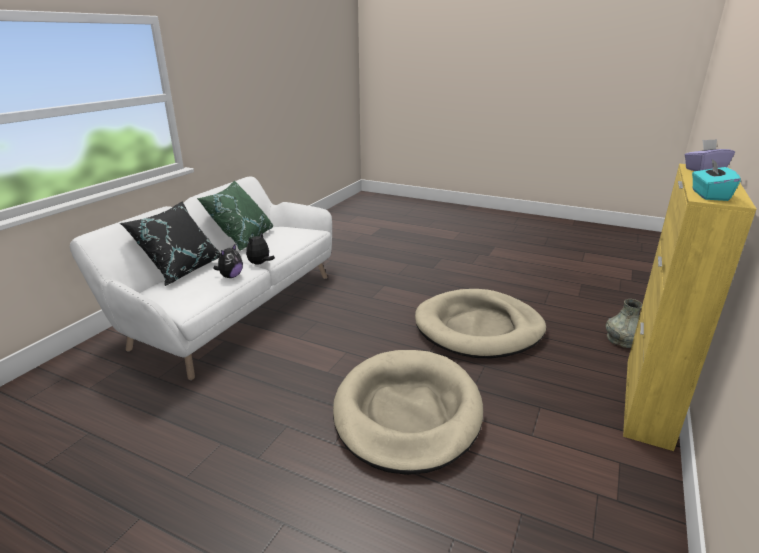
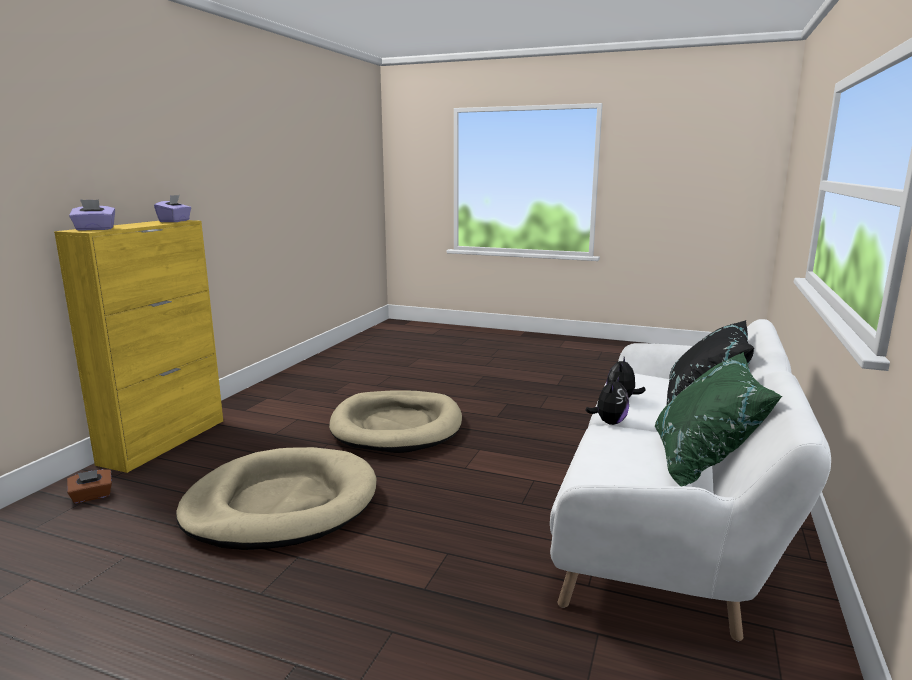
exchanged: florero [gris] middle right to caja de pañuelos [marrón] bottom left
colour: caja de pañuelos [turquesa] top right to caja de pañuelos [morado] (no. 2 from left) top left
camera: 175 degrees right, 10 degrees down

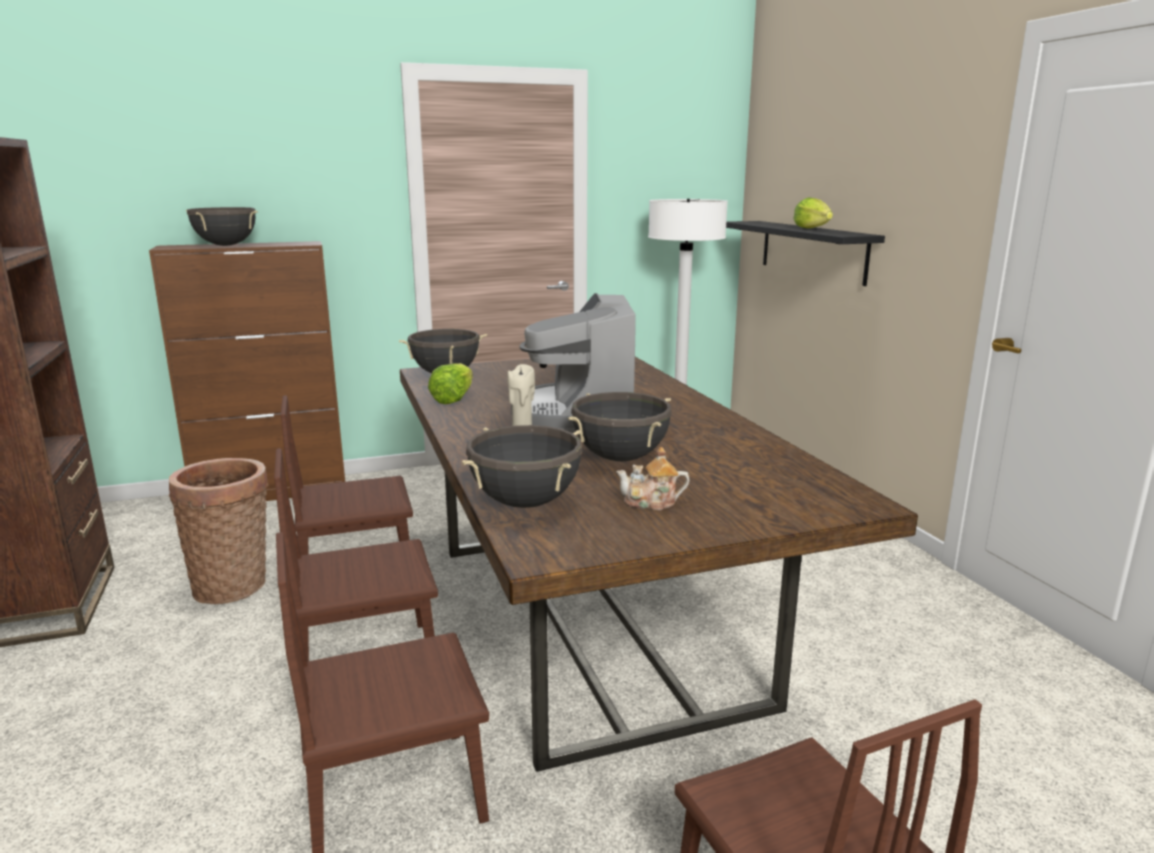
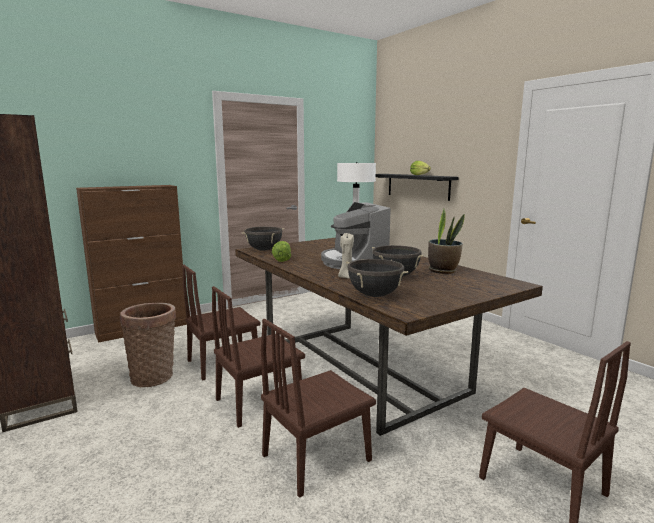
missing: olla [negro] (no. 1 from left) top left; tetera centre
appeared: planta en maceta middle right
camera: 15 degrees left, 5 degrees down

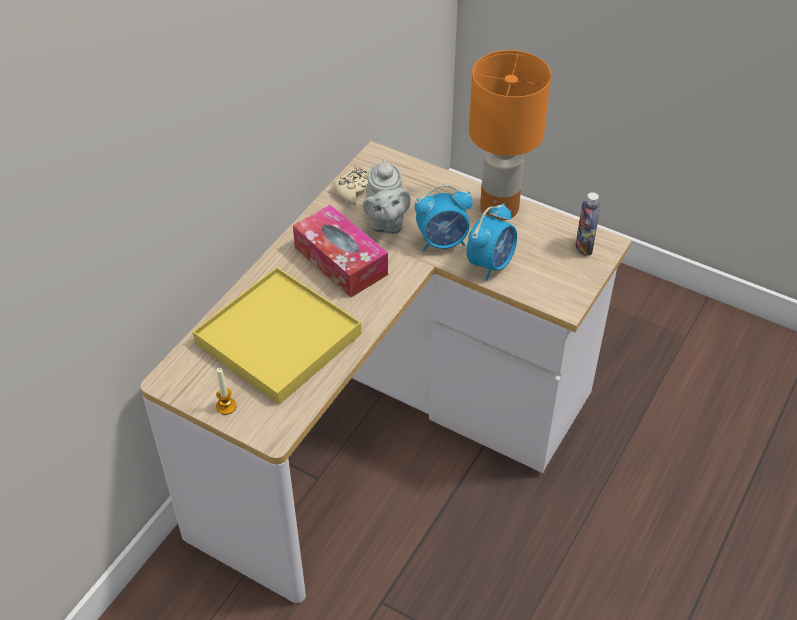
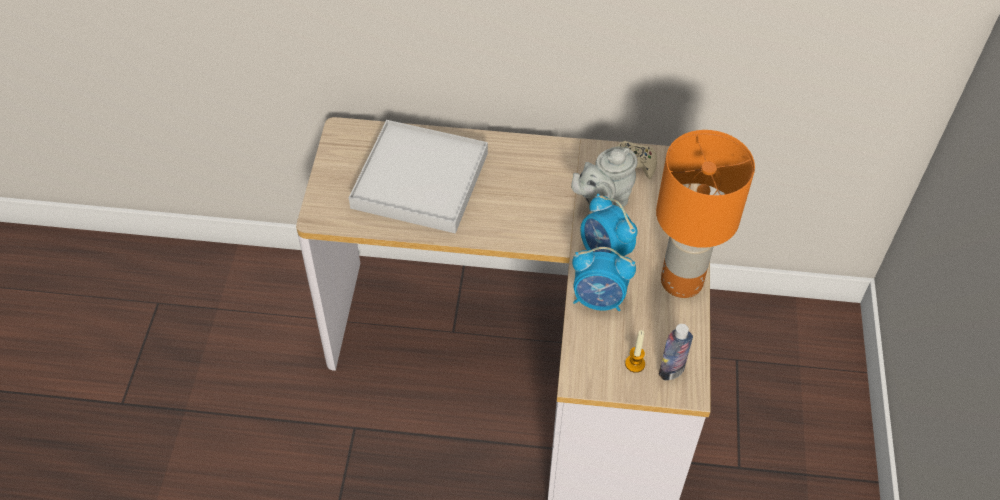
missing: caja de pañuelos centre
relocated: vela middle left to bottom centre
colour: bandeja [amarillo] centre to bandeja [blanco] centre
camera: 65 degrees right, 5 degrees up

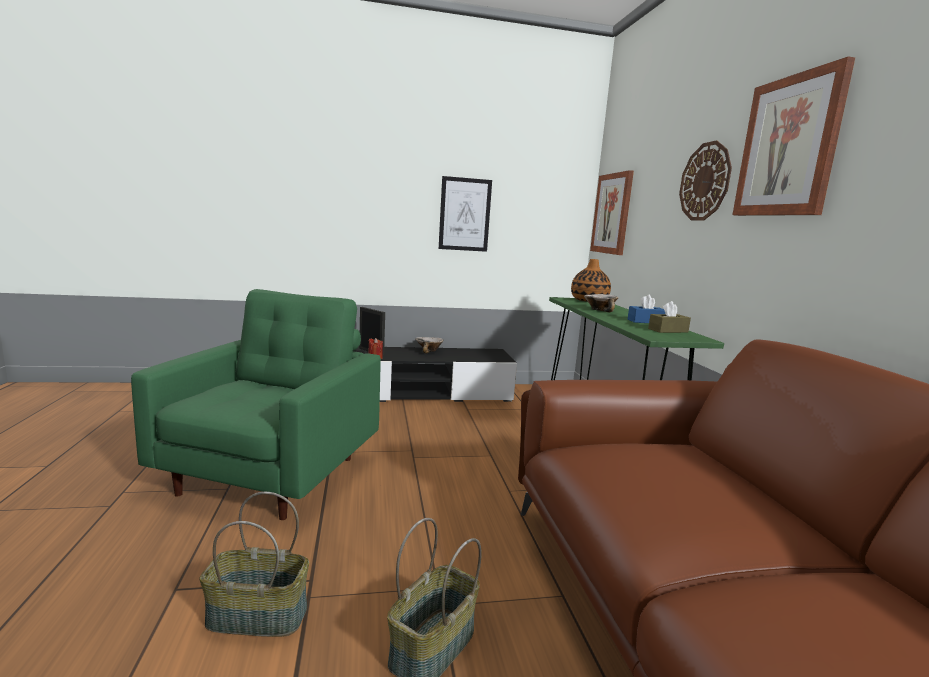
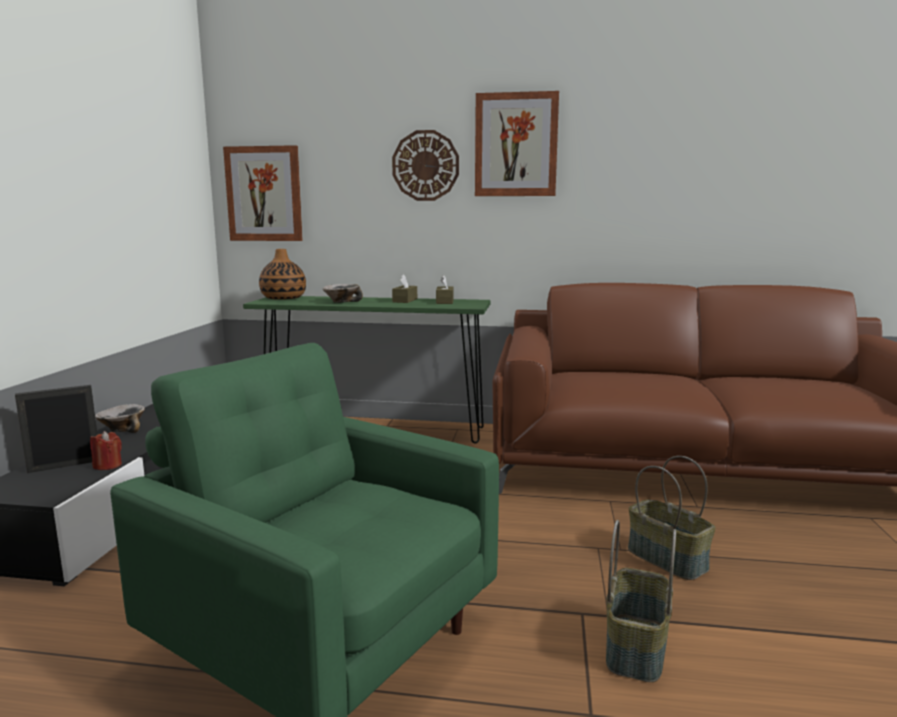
missing: cuadro (no. 1 from left) top centre
colour: caja de pañuelos [azul] middle right to caja de pañuelos [marrón] (no. 1 from left) centre
camera: 70 degrees left, 0 degrees up

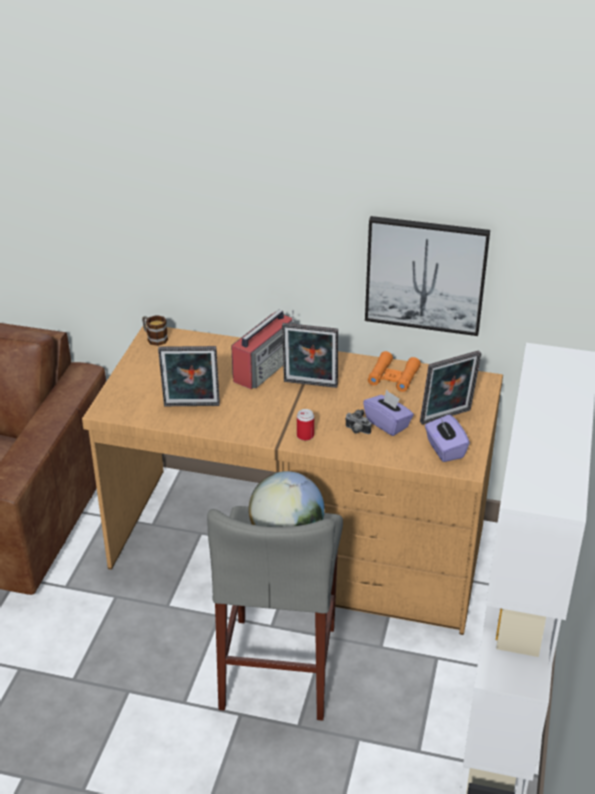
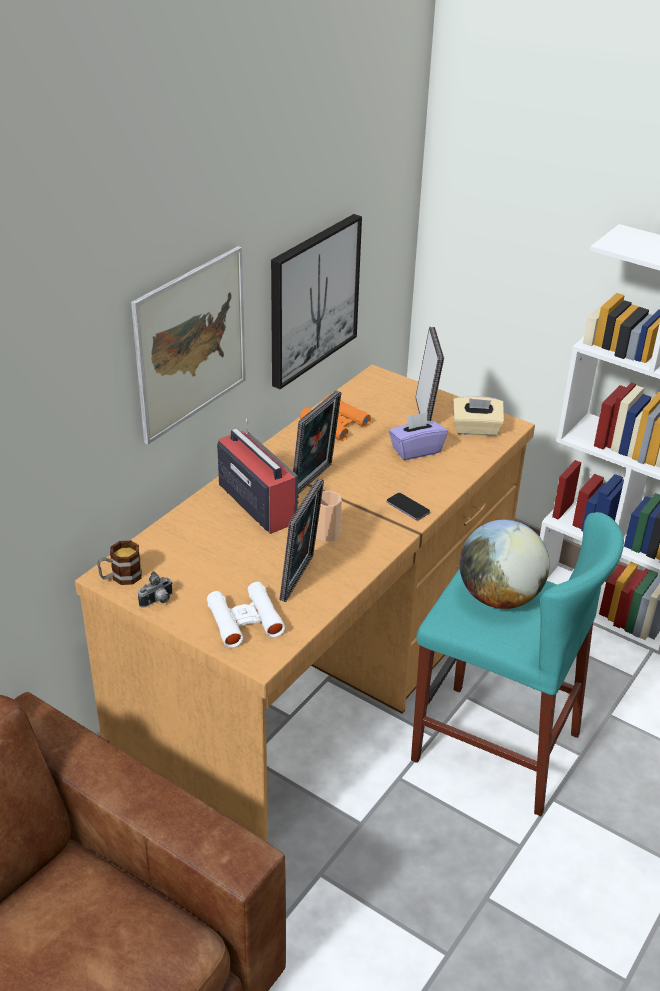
appeared: cuadro (no. 1 from left) middle left; prismáticos [blanco] centre; taza centre
relocated: cámara centre to middle left
exchanged: lata centre to móvil centre
colour: taburete [gris] bottom centre to taburete [turquesa] bottom right; caja de pañuelos [morado] (no. 2 from left) middle right to caja de pañuelos [beis] middle right
camera: 70 degrees left, 0 degrees up

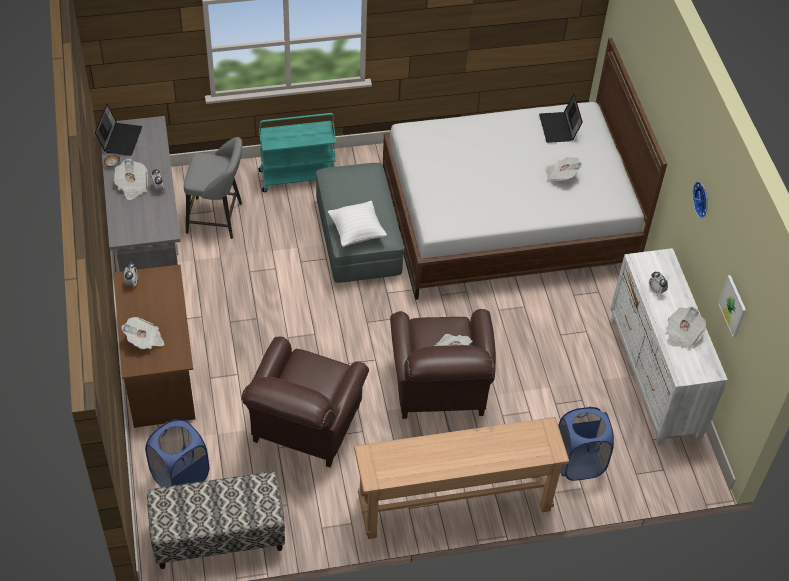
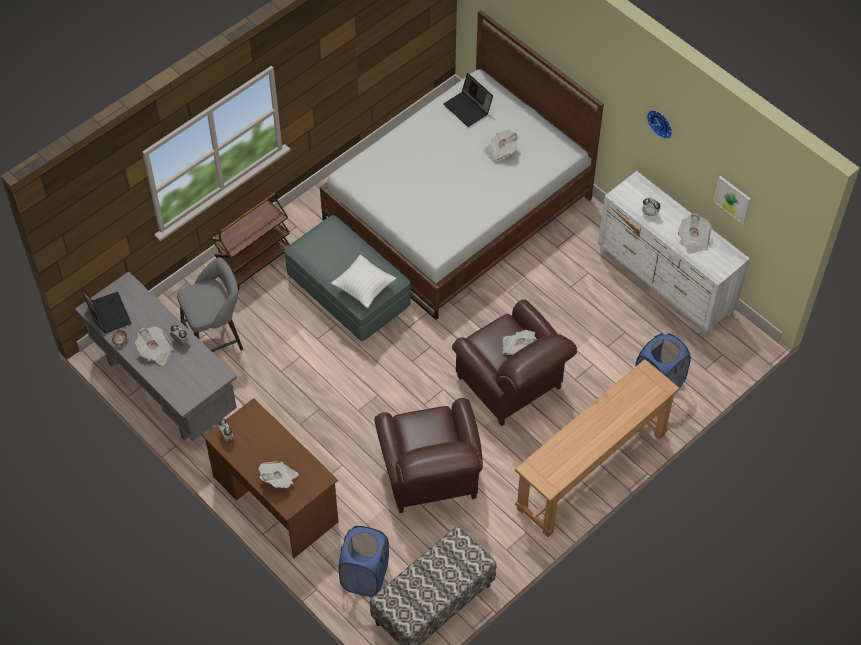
colour: carrito [turquesa] top centre to carrito [marrón] middle left
camera: 30 degrees left, 5 degrees up

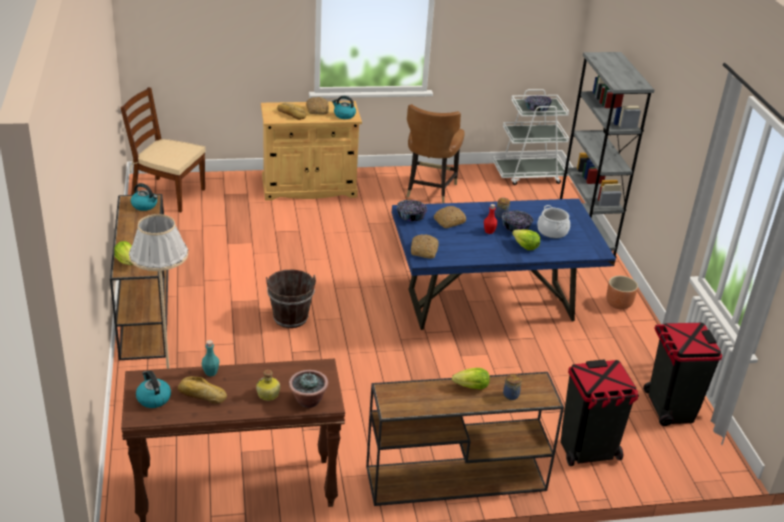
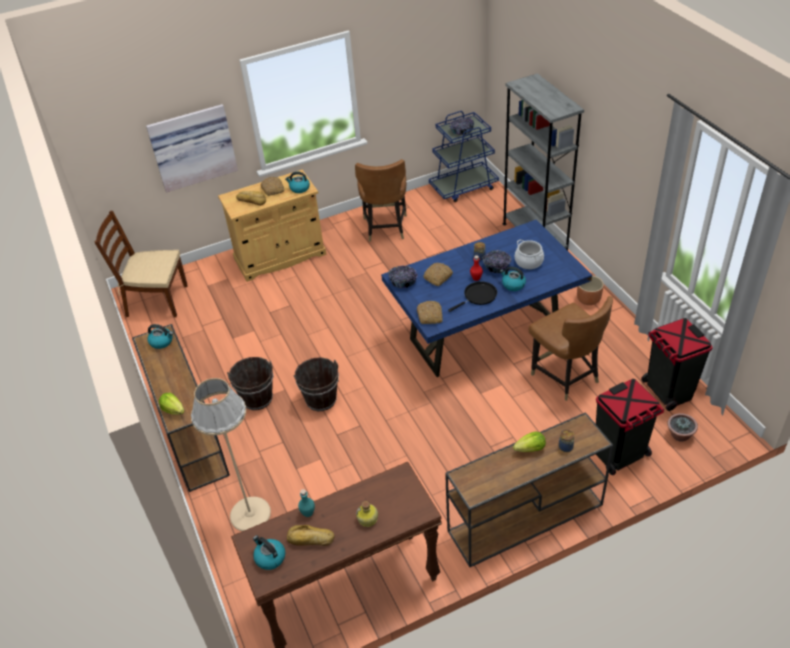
appeared: cuadro top left; cubo [marrón] (no. 1 from left) middle left; sartén [negro] centre; silla [marrón] (no. 3 from left) middle right
relocated: planta en maceta bottom centre to middle right
exchanged: lechuga (no. 3 from left) middle right to hervidor (no. 4 from left) centre
colour: carrito [blanco] top right to carrito [azul] top centre
camera: 10 degrees left, 10 degrees up

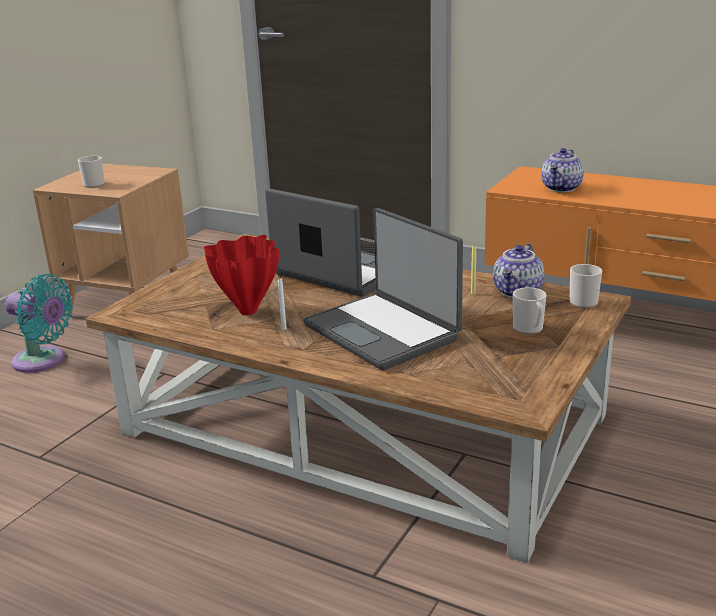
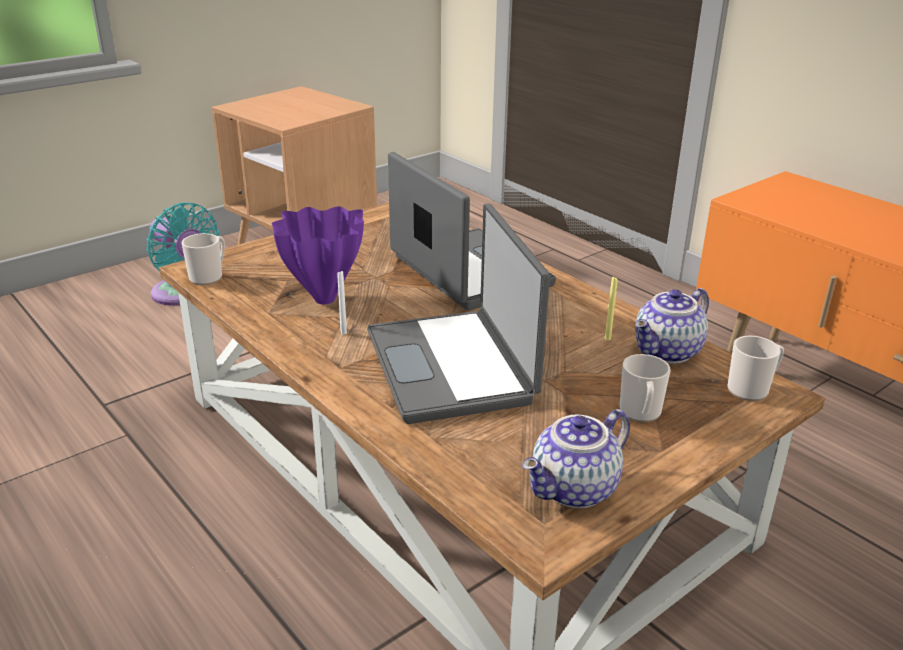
relocated: taza grande (no. 1 from left) top left to middle left; tetera (no. 2 from left in the first image) top right to tetera (no. 1 from left) bottom centre
colour: florero [rojo] centre to florero [morado] centre
camera: 20 degrees right, 5 degrees up

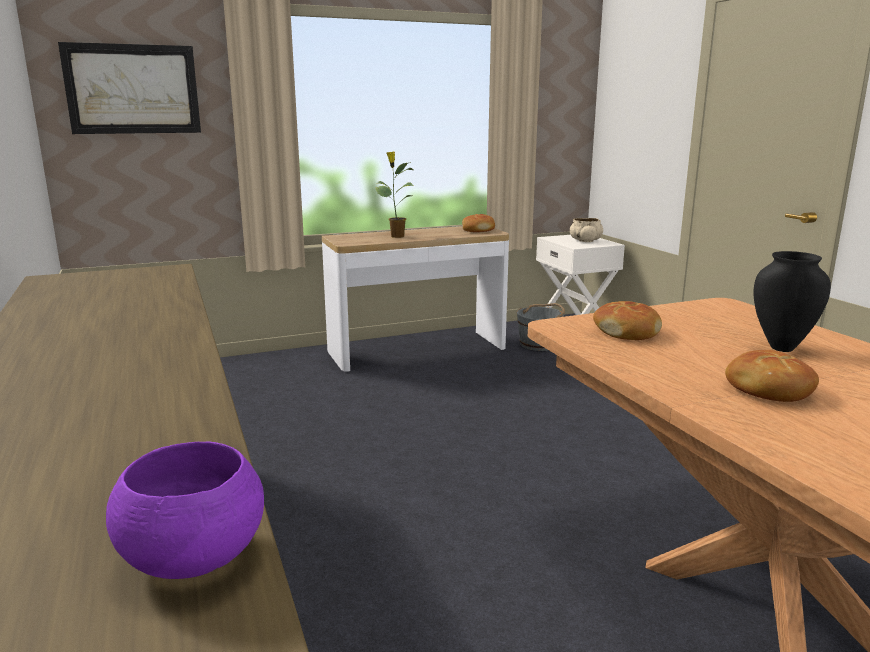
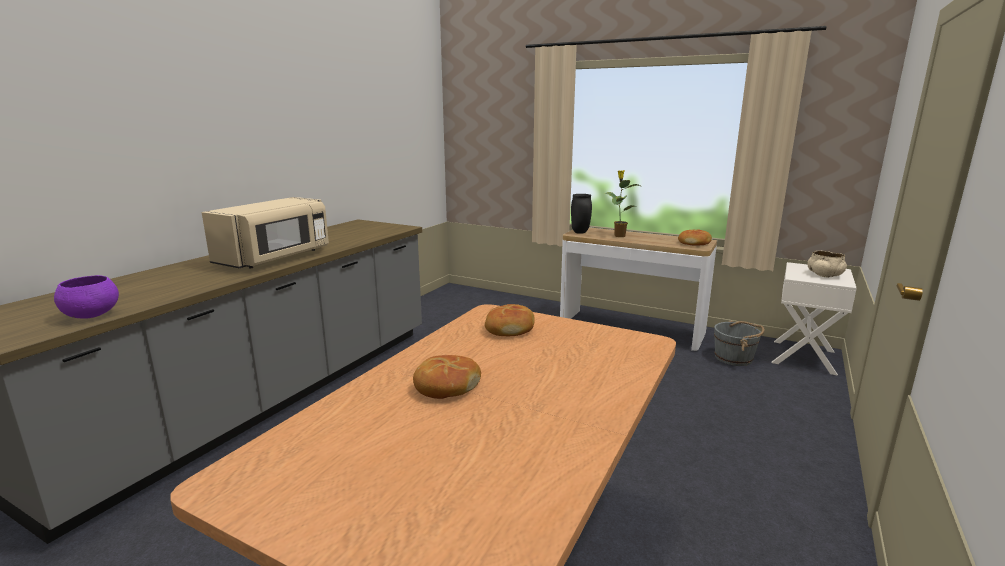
missing: cuadro top left
appeared: microondas [beis] middle left
relocated: florero [negro] middle right to centre
camera: 50 degrees right, 0 degrees up

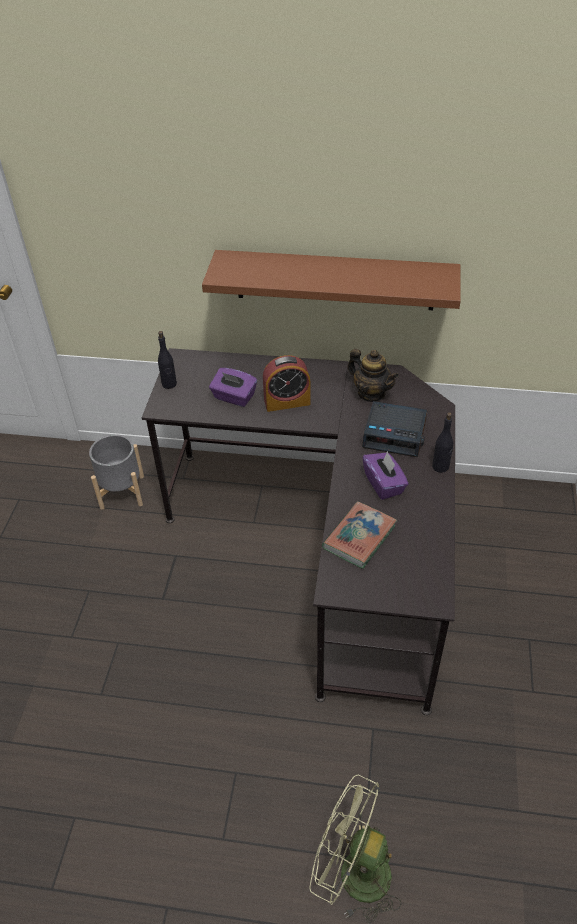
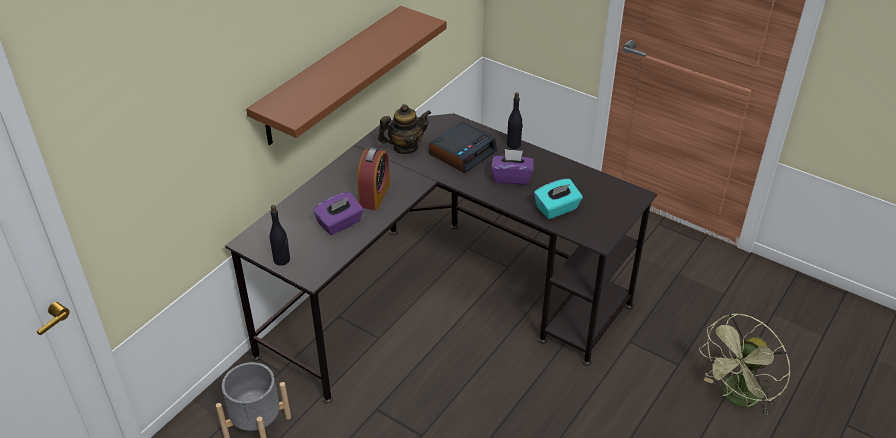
exchanged: libro centre to caja de pañuelos [turquesa] centre
camera: 65 degrees left, 5 degrees down

